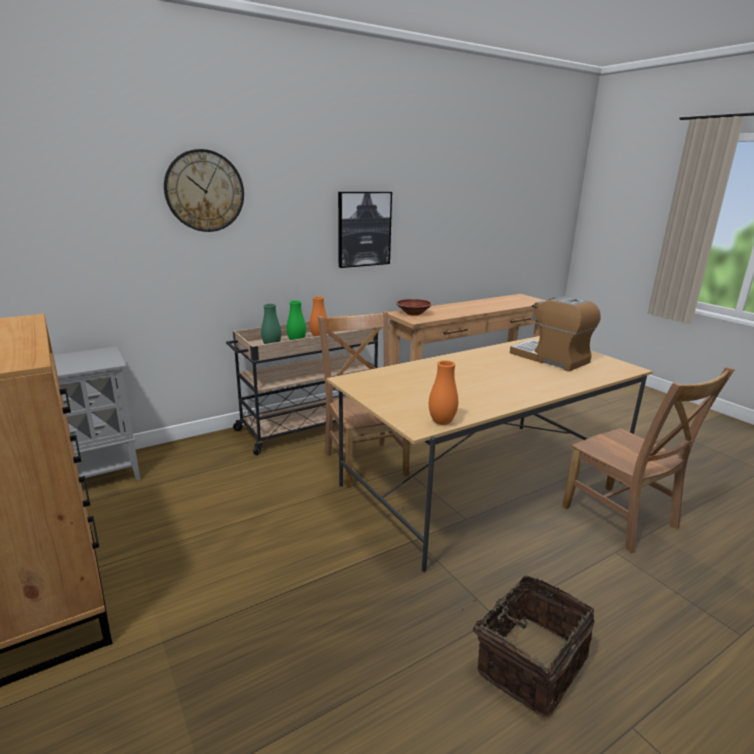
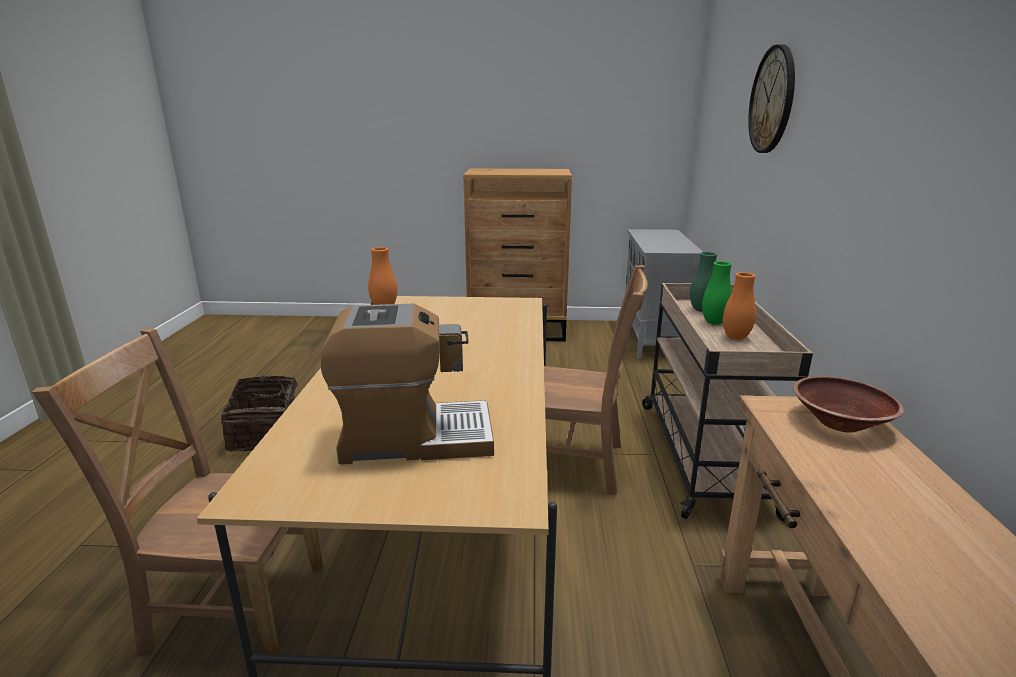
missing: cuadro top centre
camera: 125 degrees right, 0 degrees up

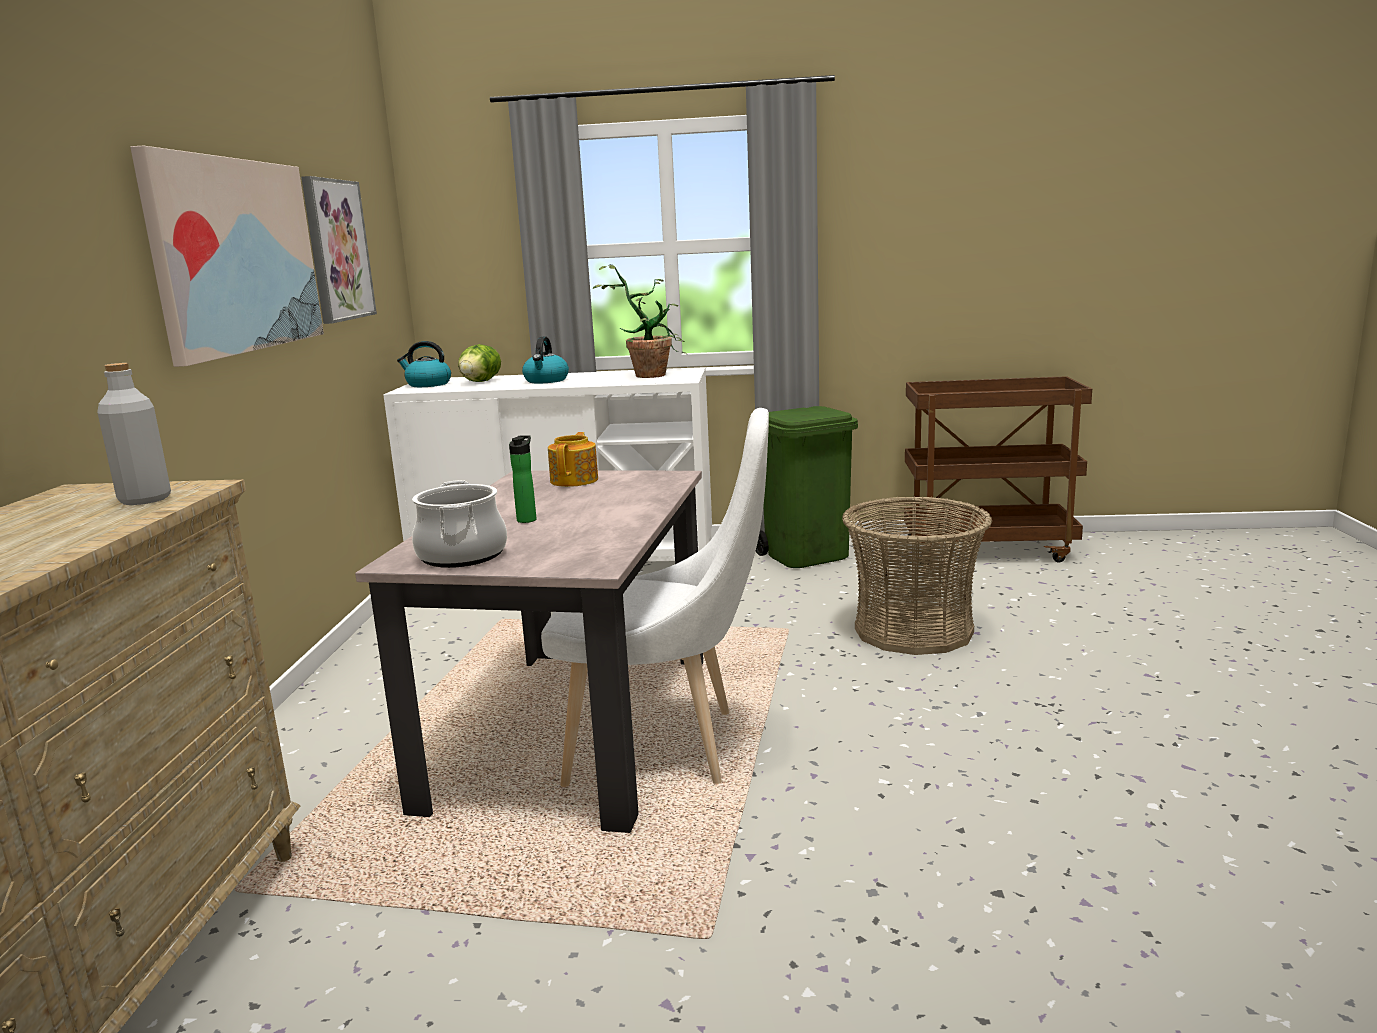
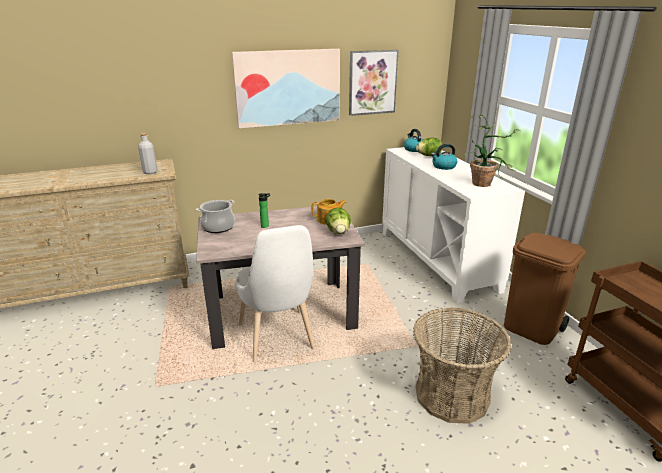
appeared: lechuga (no. 1 from left) centre
colour: papelera [verde] centre to papelera [marrón] middle right
camera: 65 degrees right, 10 degrees up

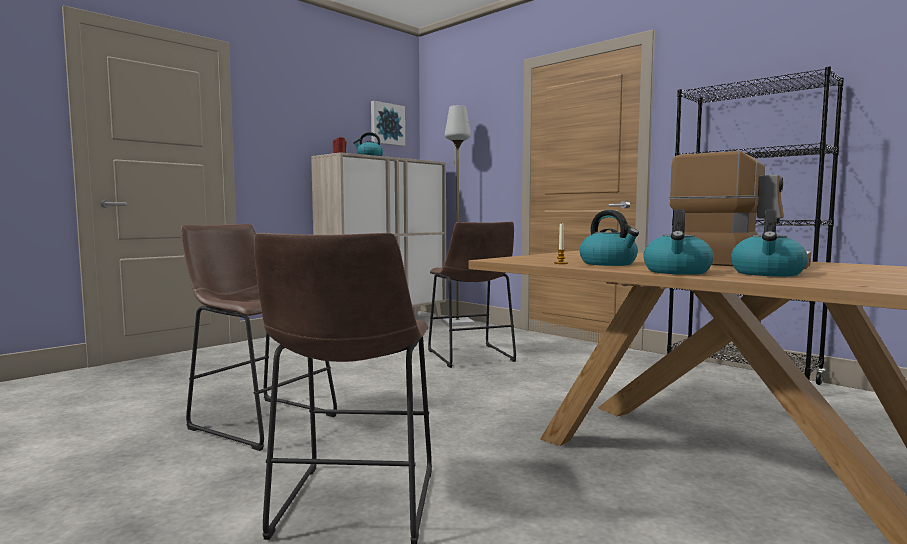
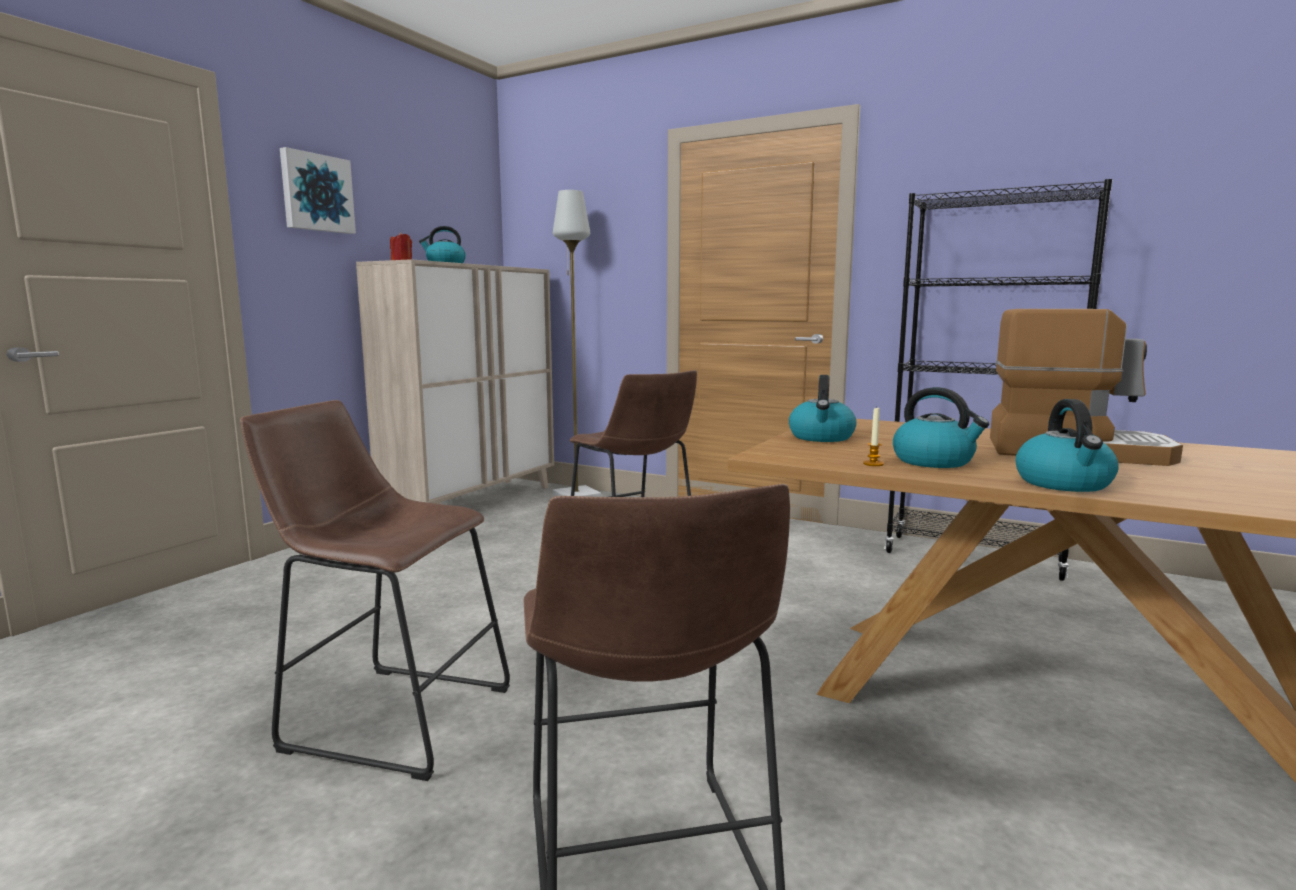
relocated: cuadro top centre to top left; hervidor (no. 4 from left in the first image) middle right to hervidor (no. 2 from left) centre
camera: 15 degrees left, 5 degrees up

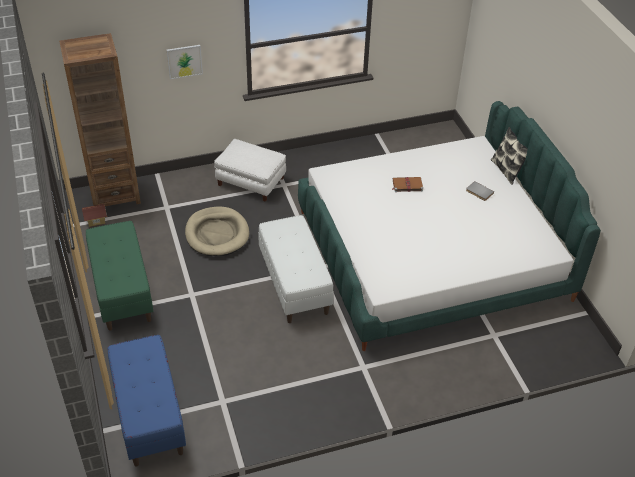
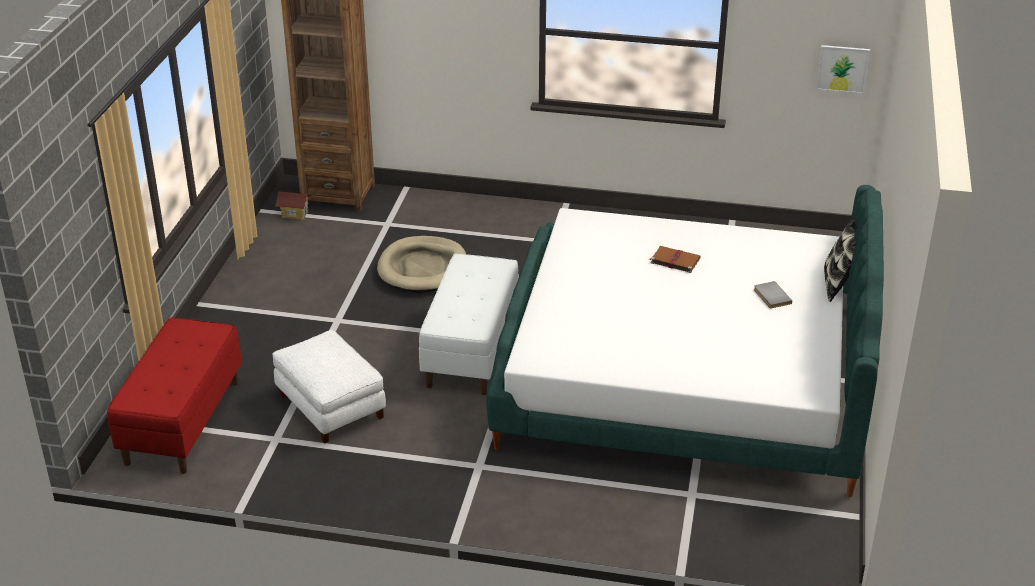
missing: banco [verde] middle left
relocated: puf [blanco] centre to middle left; cuadro top left to top right
colour: banco [azul] bottom left to banco [rojo] bottom left
camera: 30 degrees right, 10 degrees down

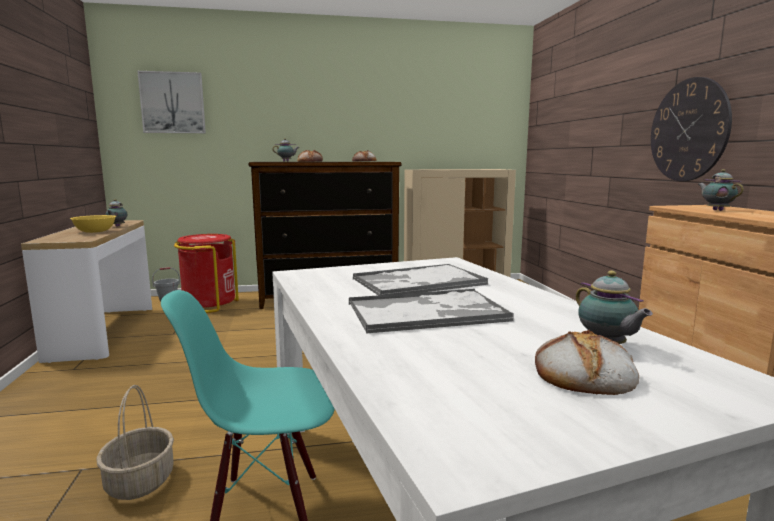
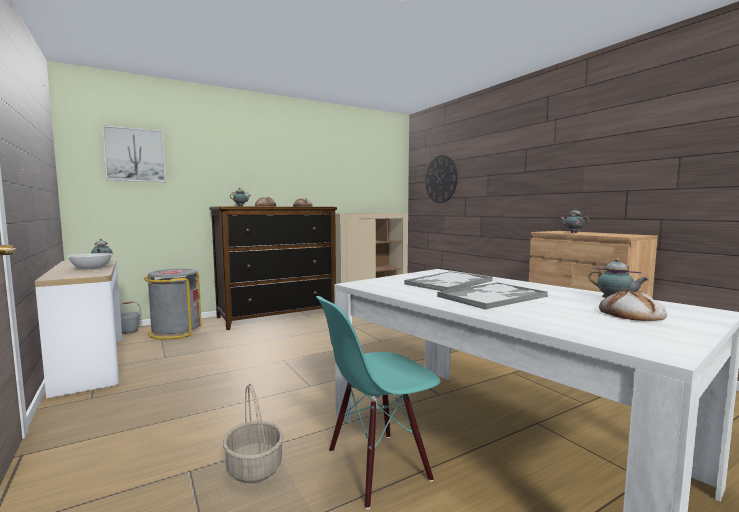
relocated: reloj de pared top right to centre
colour: cuenco [amarillo] middle left to cuenco [blanco] middle left; papelera [rojo] middle left to papelera [gris] middle left
camera: 20 degrees left, 5 degrees down

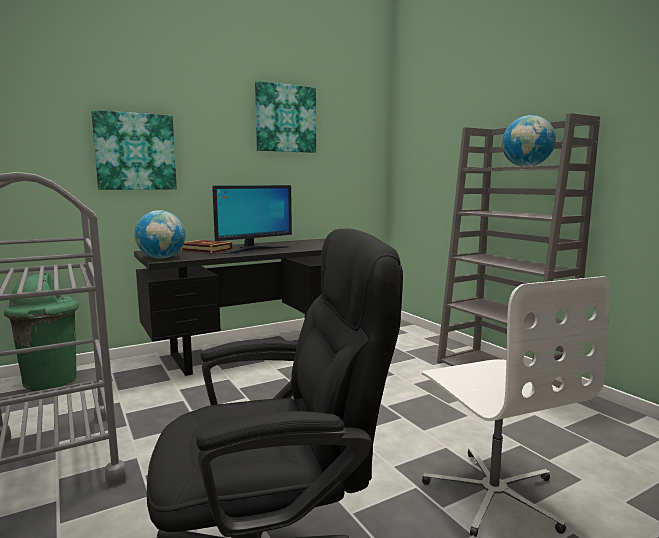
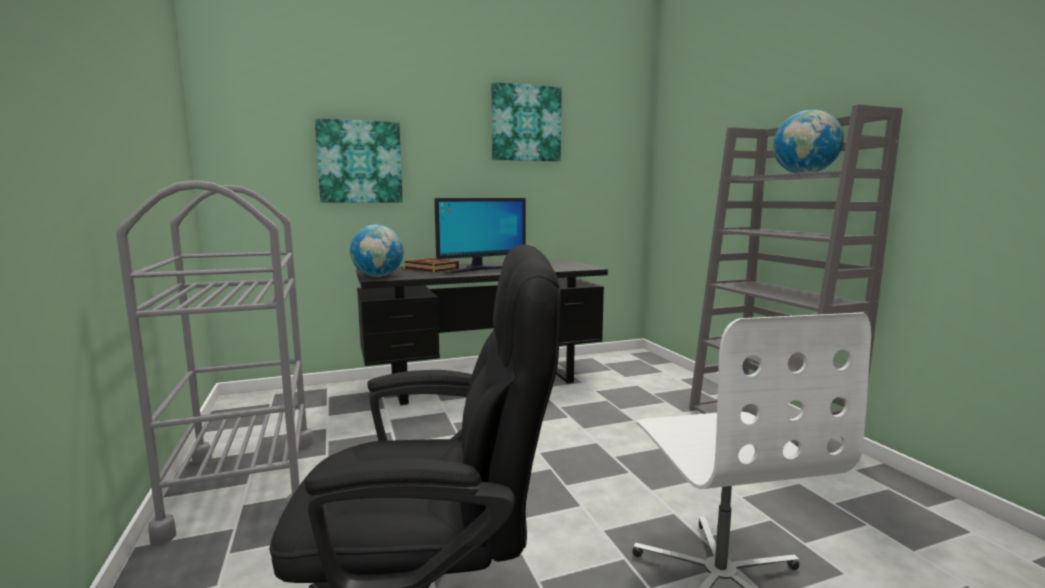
missing: papelera [verde] middle left
camera: 10 degrees right, 0 degrees up

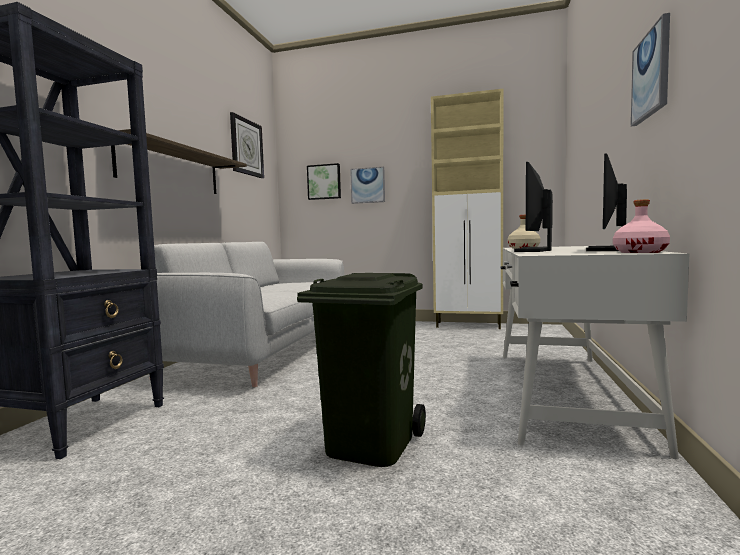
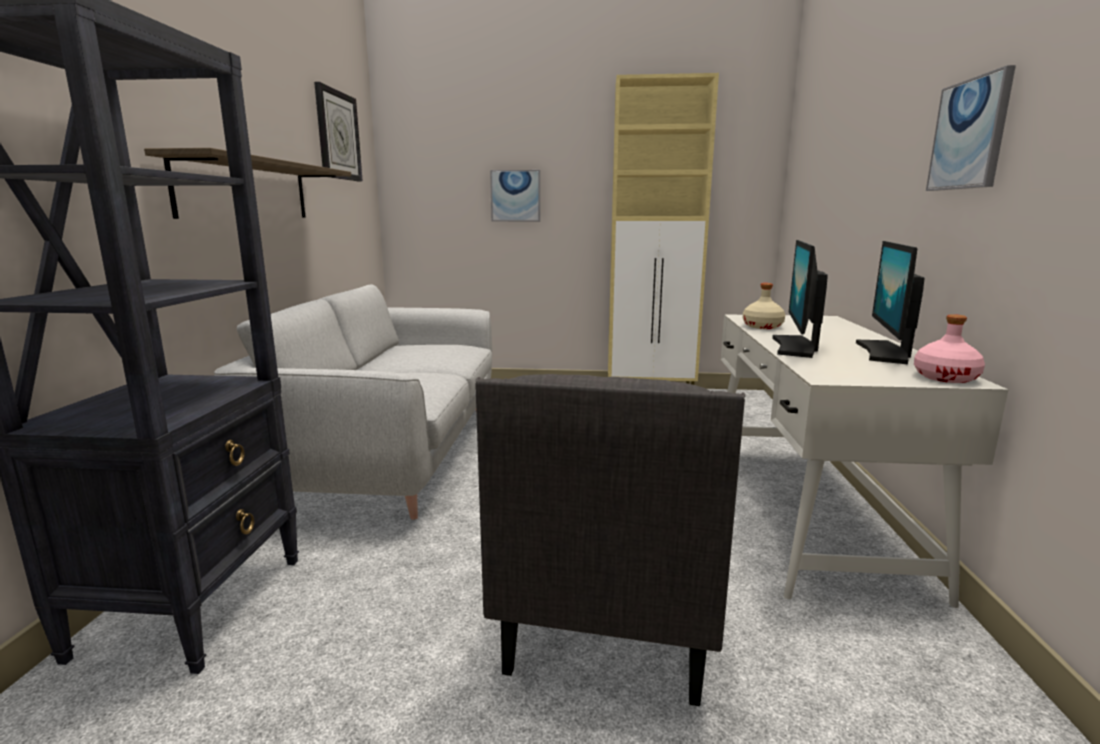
missing: cuadro (no. 1 from left) top centre
exchanged: papelera [verde] bottom centre to sillón [gris] bottom centre
camera: 10 degrees left, 10 degrees up

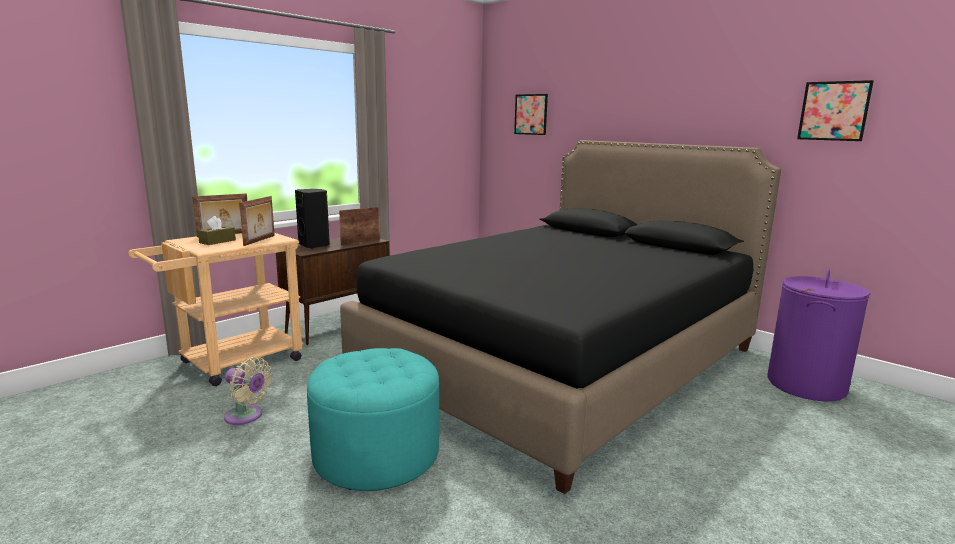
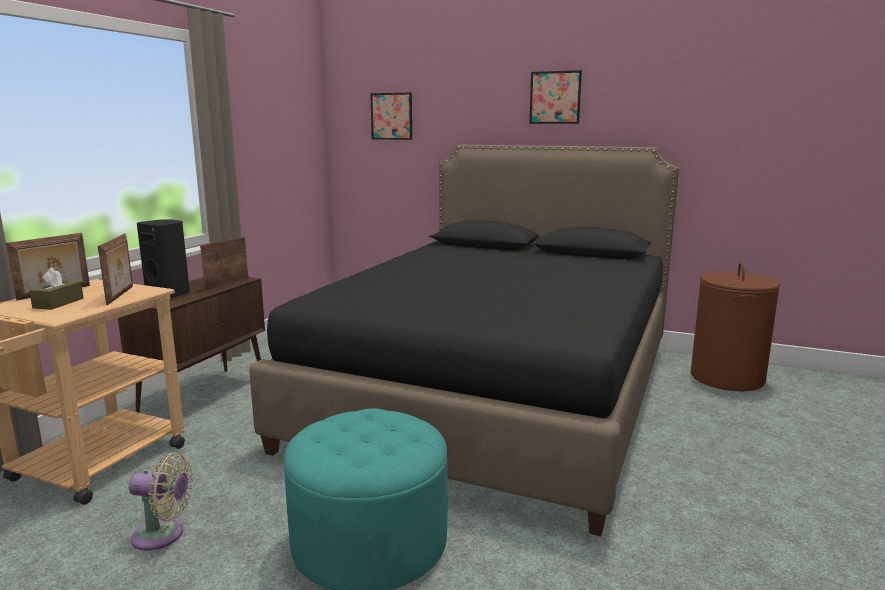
relocated: cuadro (no. 2 from left) top right to top centre
colour: cesto de la ropa [morado] middle right to cesto de la ropa [marrón] middle right
camera: 20 degrees left, 0 degrees up

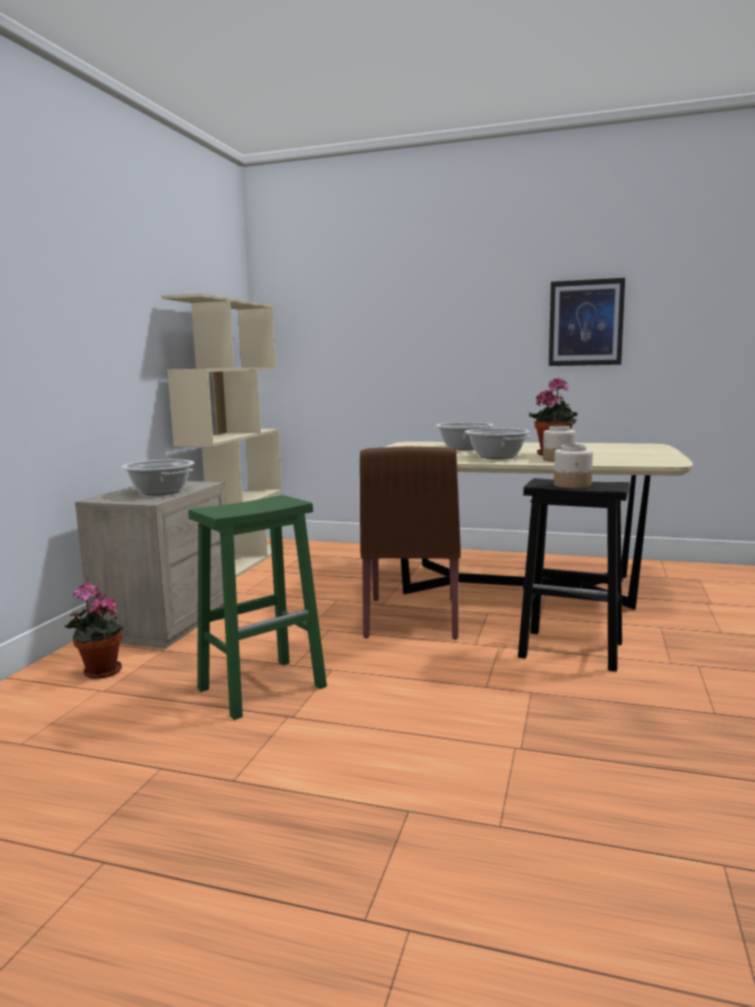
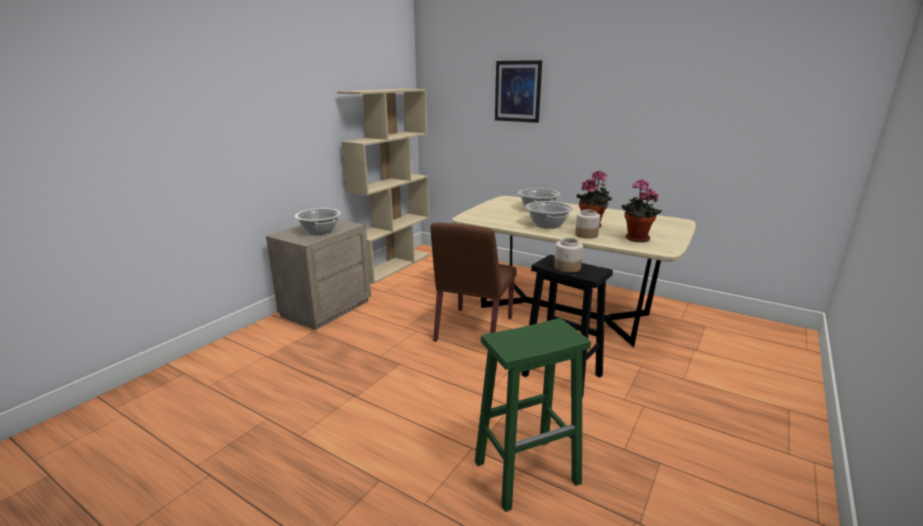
relocated: taburete [verde] centre to bottom centre; cuadro top right to top centre; planta en maceta (no. 1 from left in the first image) middle left to planta en maceta (no. 2 from left) middle right
camera: 15 degrees right, 10 degrees up

